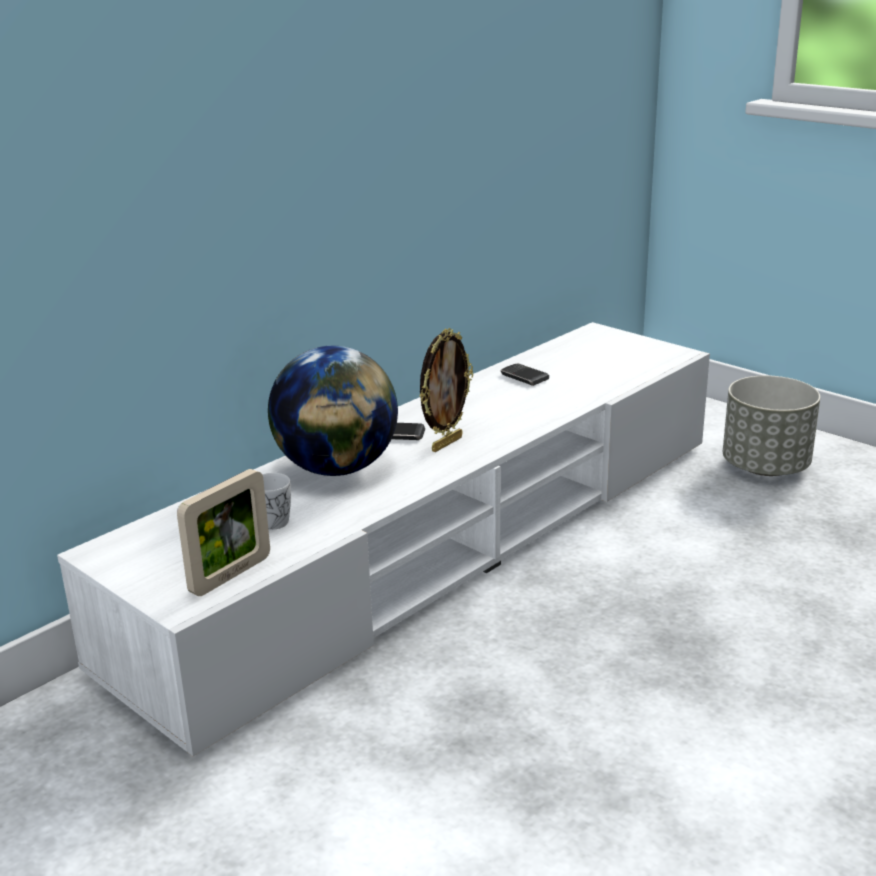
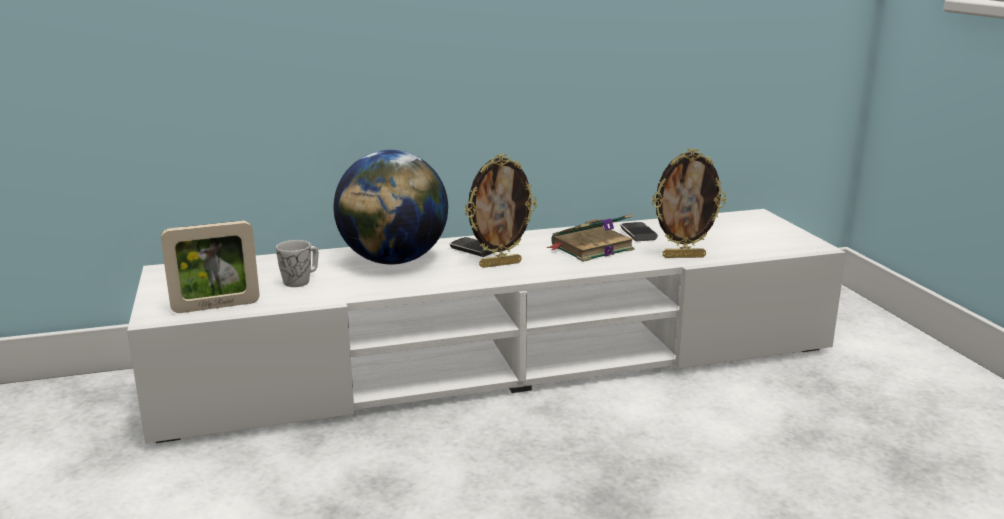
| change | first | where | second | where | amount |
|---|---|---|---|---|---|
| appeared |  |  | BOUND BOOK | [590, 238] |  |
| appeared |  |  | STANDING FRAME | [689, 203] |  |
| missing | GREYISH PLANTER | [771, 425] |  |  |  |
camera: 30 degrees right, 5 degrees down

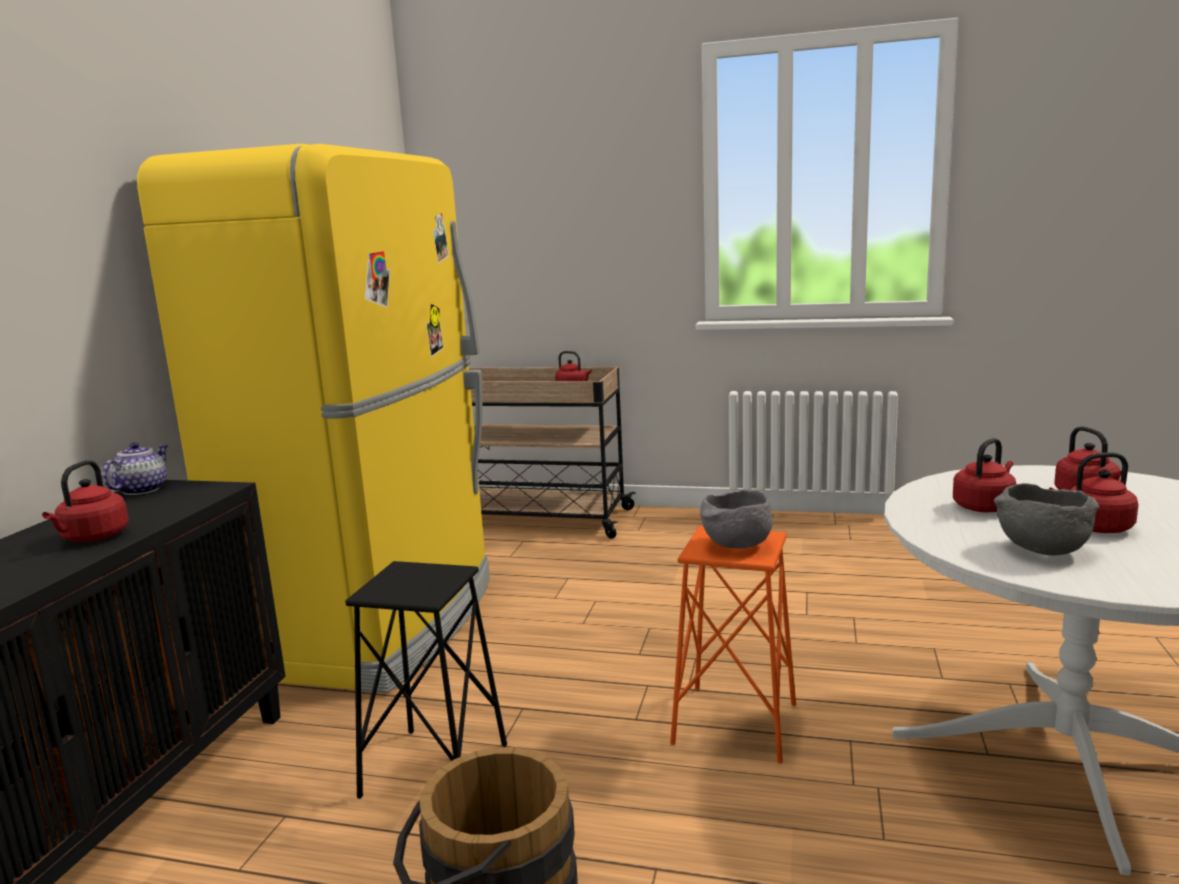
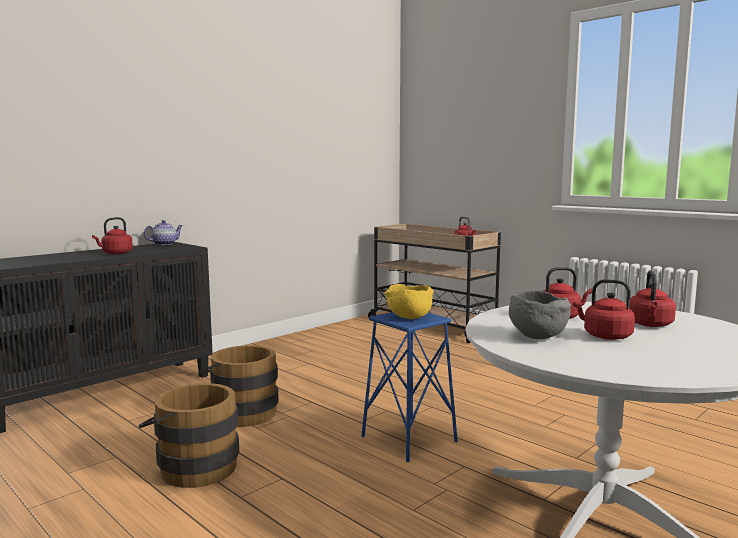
| change | first | where | second | where | amount |
|---|---|---|---|---|---|
| exchanged | BLACK STOOL SEAT | [426, 680] | BROWNISH WATER BUCKET | [238, 386] |  |
| colour | ORANGE STOOL SEAT | [733, 645] | BLUE-COLOURED STOOL SEAT | [409, 387] |  |
| colour | GREYISH SERVING BOWL | [736, 518] | YELLOWISH SERVING BOWL | [409, 301] |  |
| missing | YELLOWISH REFRIGERATOR | [313, 418] |  |  |  |
camera: 30 degrees right, 5 degrees down

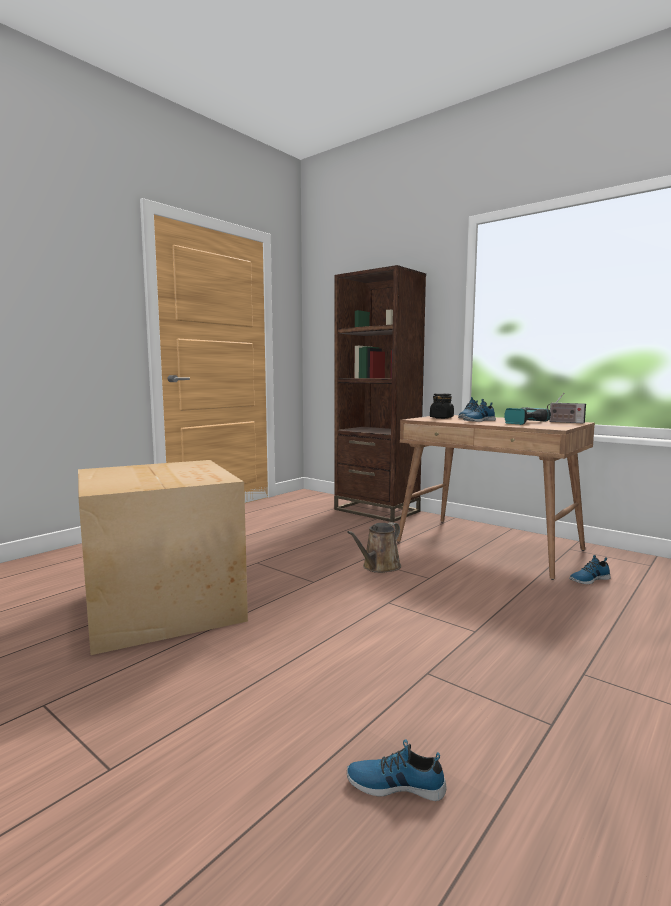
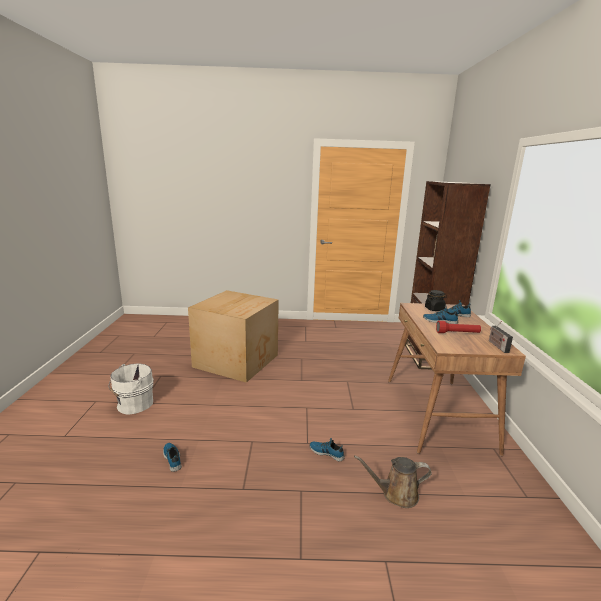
| change | first | where | second | where | amount |
|---|---|---|---|---|---|
| appeared |  |  | WHITE-COLOURED WATER BUCKET | [130, 389] |  |
| relocated | SHOE | [590, 569] |  | [327, 450] |  |
| relocated | BROWNISH WATERING POT | [374, 547] |  | [393, 481] |  |
| exchanged | DRILL | [527, 416] | RED-COLOURED TORCH | [458, 327] |  |
camera: 50 degrees right, 10 degrees up

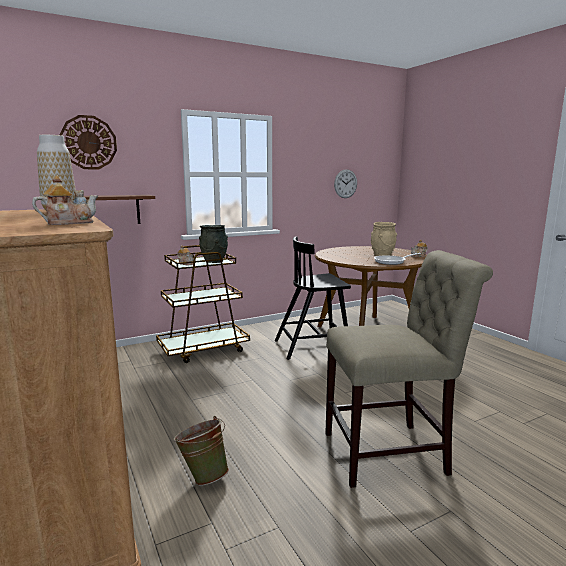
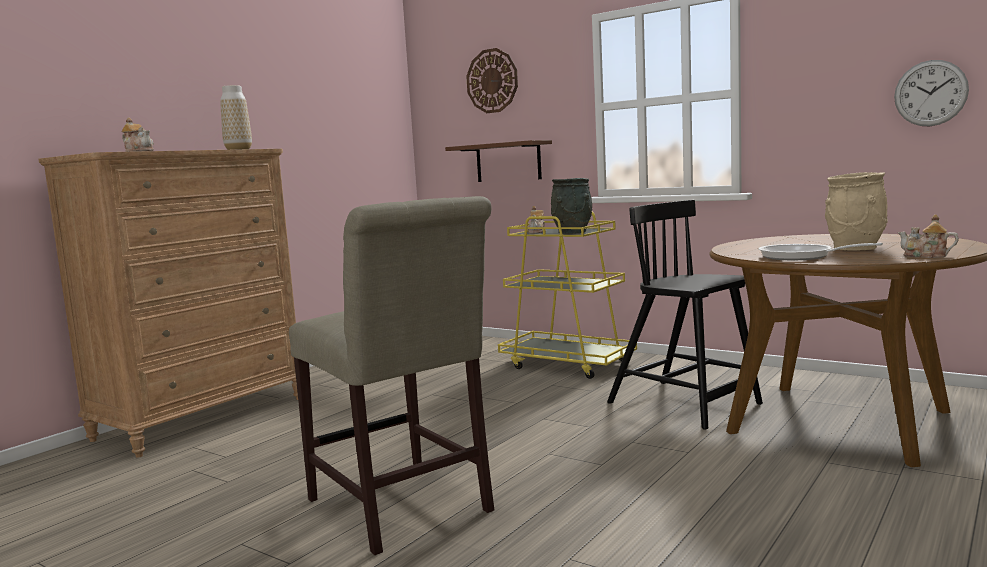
| change | first | where | second | where | amount |
|---|---|---|---|---|---|
| colour | BROWNISH TROLLEY | [203, 304] | YELLOWISH TROLLEY | [567, 295] |  |
| missing | GREENISH WATER BUCKET | [201, 451] |  |  |  |
camera: 65 degrees right, 5 degrees down

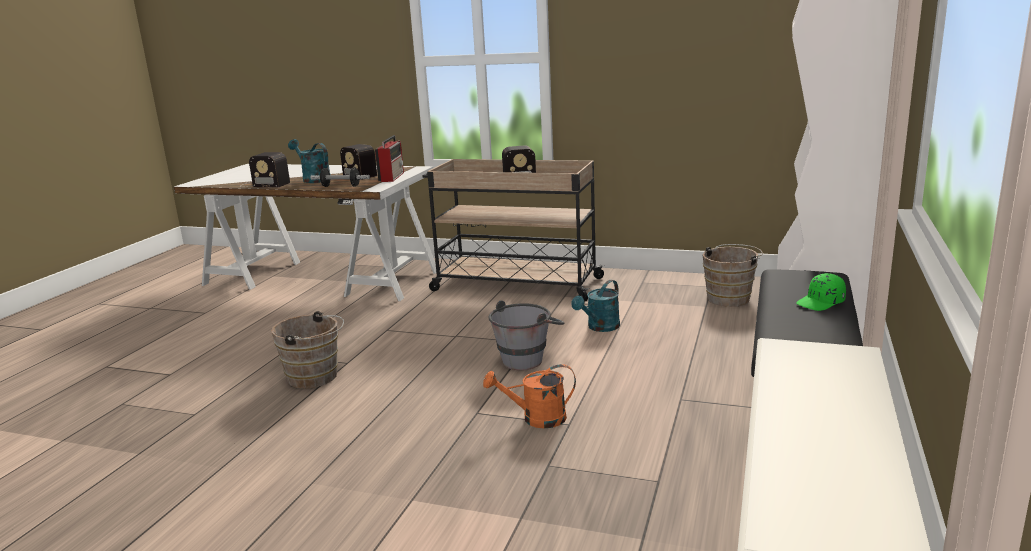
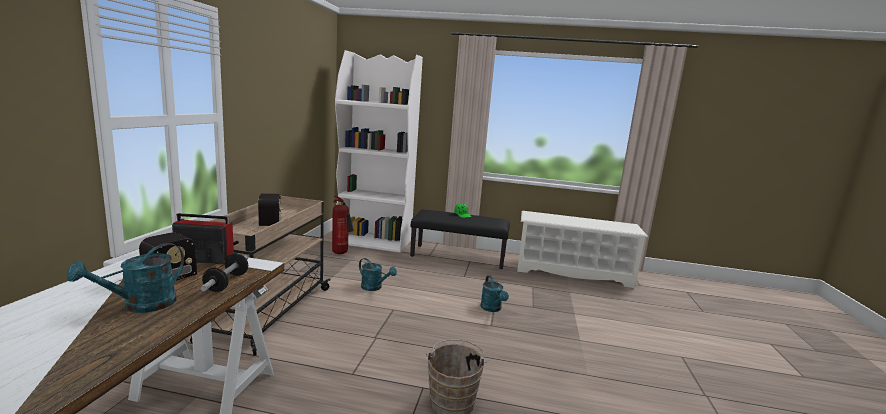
| change | first | where | second | where | amount |
|---|---|---|---|---|---|
| exchanged | BROWNISH WATER BUCKET | [732, 275] | FIRE-FIGHTING CYLINDER | [343, 225] |  |
| colour | ORANGE WATERING POT | [529, 396] | TURQUOISE WATERING POT | [494, 293] |  |
| missing | RADIO | [265, 170] |  |  |  |
| missing | GREYISH WATER BUCKET | [526, 335] |  |  |  |
camera: 100 degrees left, 5 degrees down

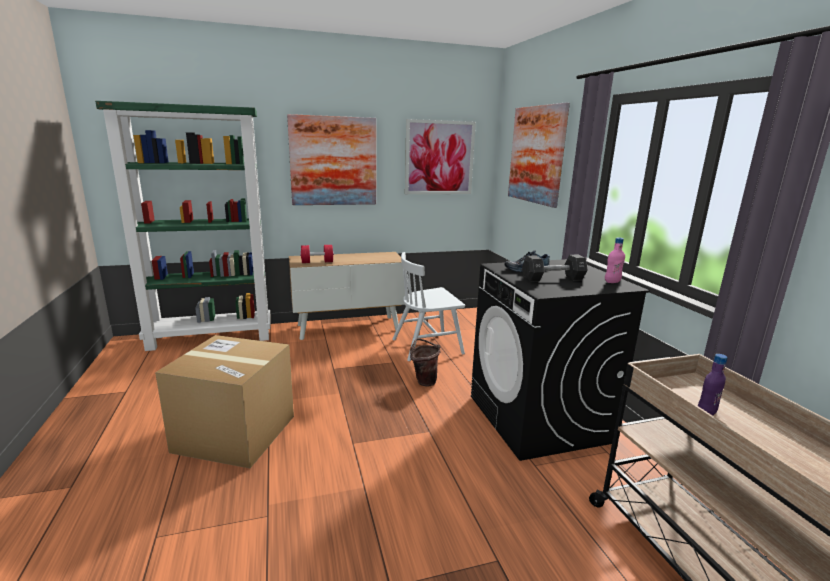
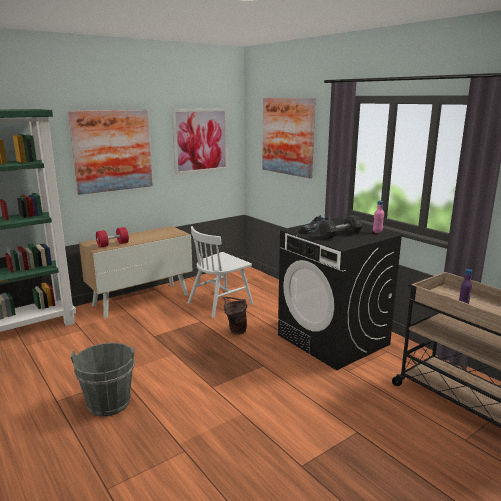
| change | first | where | second | where | amount |
|---|---|---|---|---|---|
| exchanged | CARTON | [224, 401] | GREYISH WATER BUCKET | [103, 380] |  |
camera: 20 degrees left, 0 degrees up

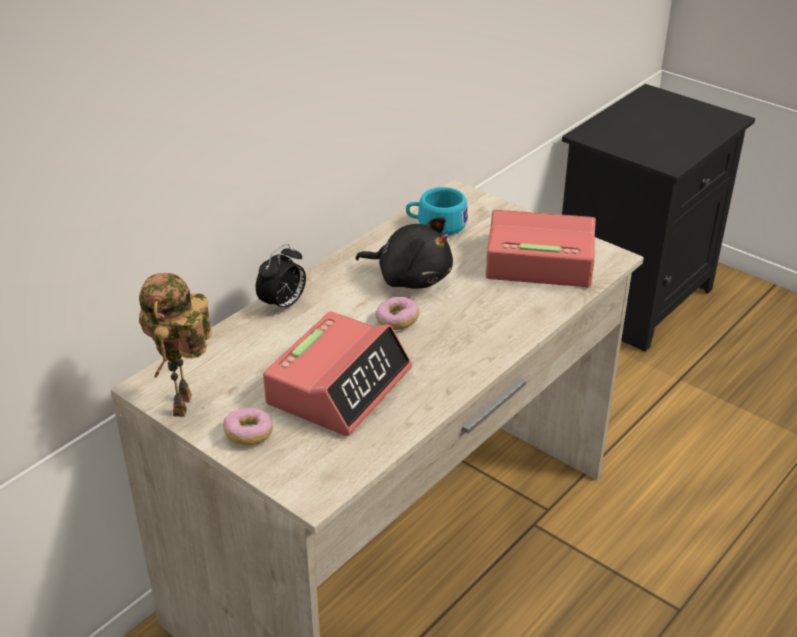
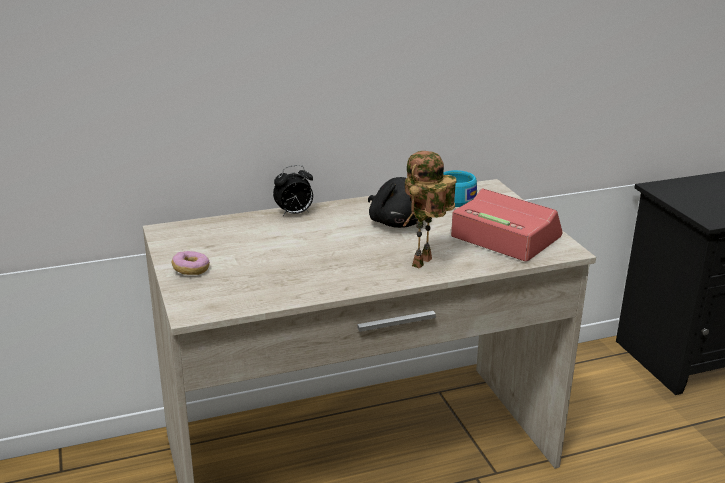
| change | first | where | second | where | amount |
|---|---|---|---|---|---|
| relocated | TOY ROBOT | [175, 345] |  | [430, 210] |  |
| missing | TABLE CLOCK | [337, 373] |  |  |  |
| missing | DOUGHNUT | [397, 313] |  |  |  |
camera: 30 degrees right, 10 degrees down

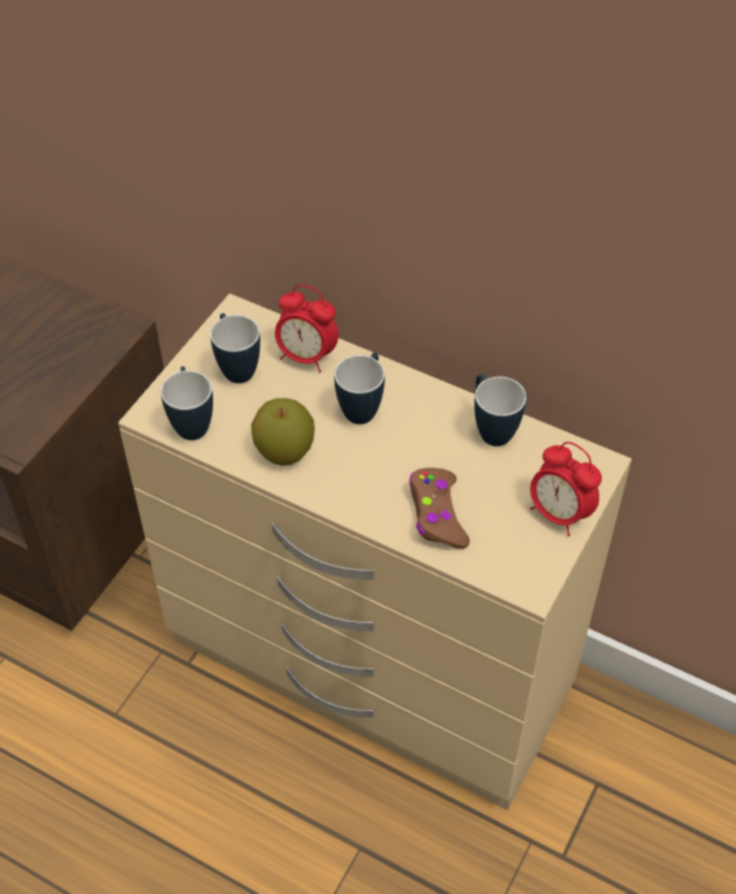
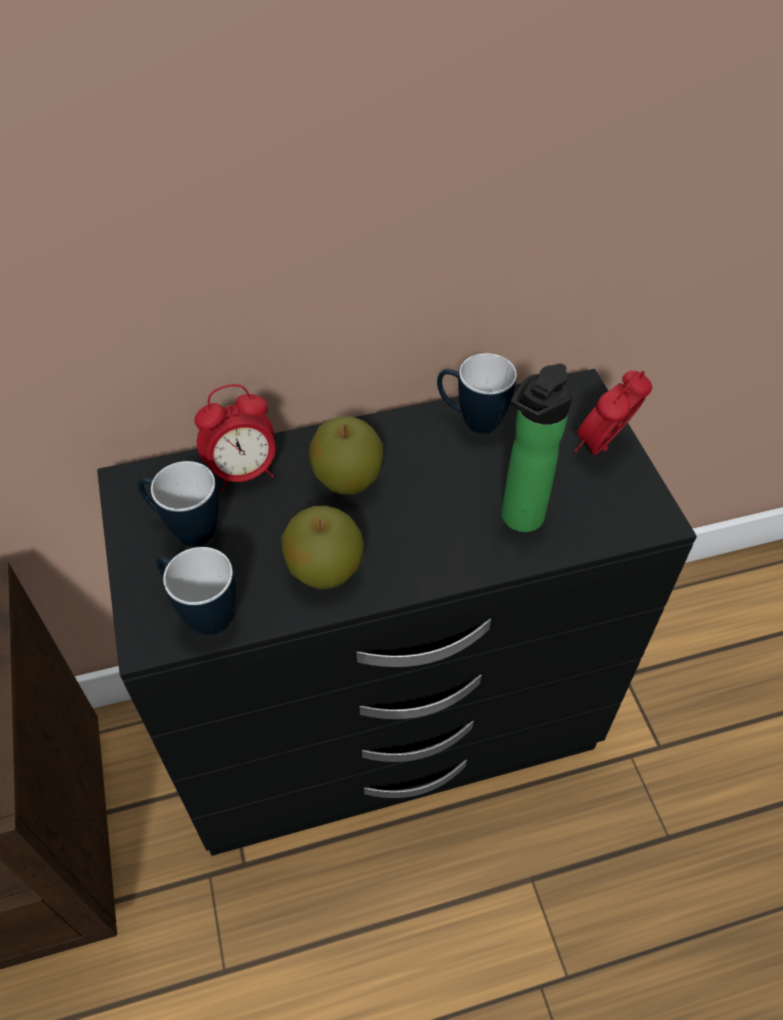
| change | first | where | second | where | amount |
|---|---|---|---|---|---|
| colour | SAND-COLOURED DRAWER CHEST | [375, 551] | BLACK DRAWER CHEST | [397, 612] |  |
| exchanged | MUG | [359, 388] | APPLE | [346, 455] |  |
| exchanged | BROWNISH JOYPAD | [439, 508] | DRINK BOTTLE | [537, 448] |  |
| spun | TABLE CLOCK | [566, 489] |  | [613, 413] | 135 degrees clockwise |
camera: 45 degrees left, 0 degrees up

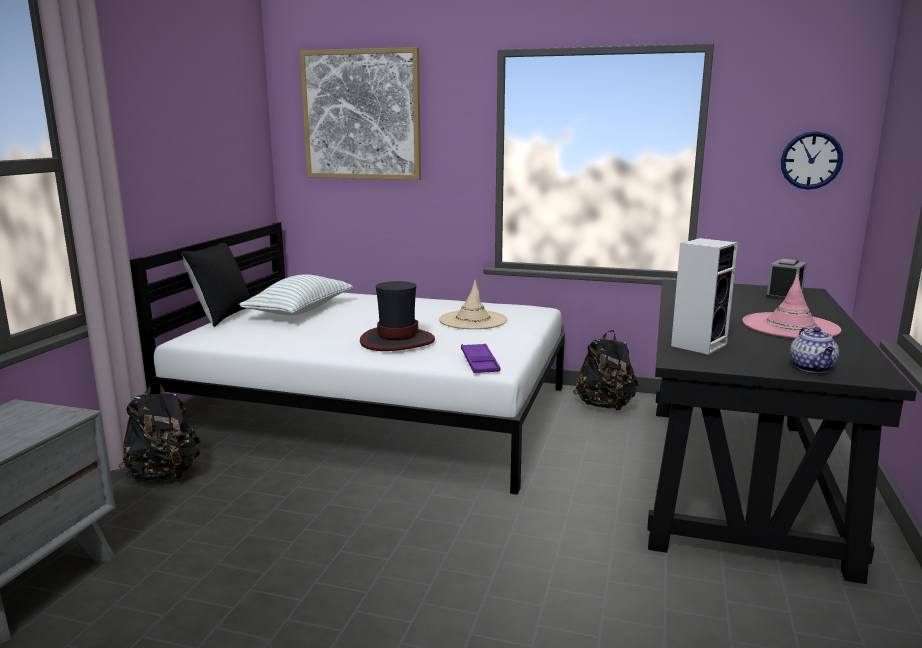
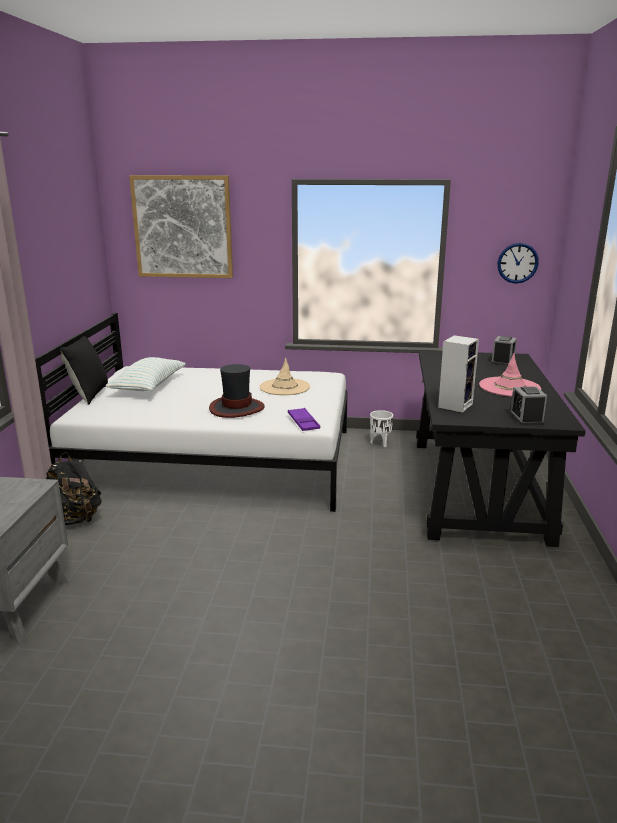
| change | first | where | second | where | amount |
|---|---|---|---|---|---|
| exchanged | BLACK KNAPSACK | [606, 370] | WHITE-COLOURED PLANTER | [381, 428] |  |
| exchanged | POT FOR TEA | [814, 350] | TABLE CLOCK | [528, 406] |  |
camera: 10 degrees left, 5 degrees up

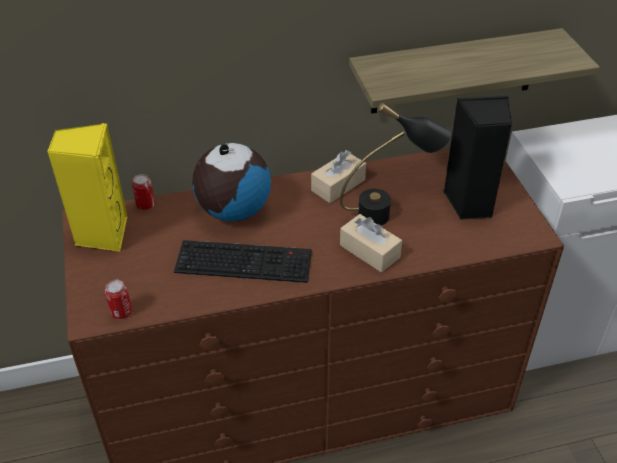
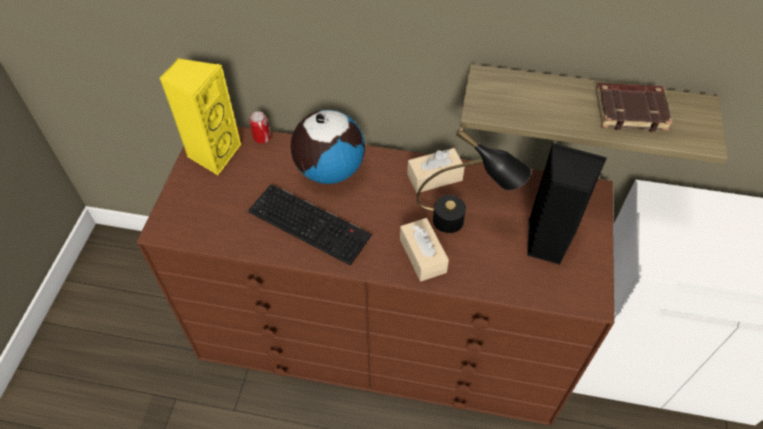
| change | first | where | second | where | amount |
|---|---|---|---|---|---|
| appeared |  |  | BROWNISH BOUND BOOK | [634, 107] |  |
| missing | METAL CAN | [118, 299] |  |  |  |
camera: 25 degrees right, 10 degrees up

